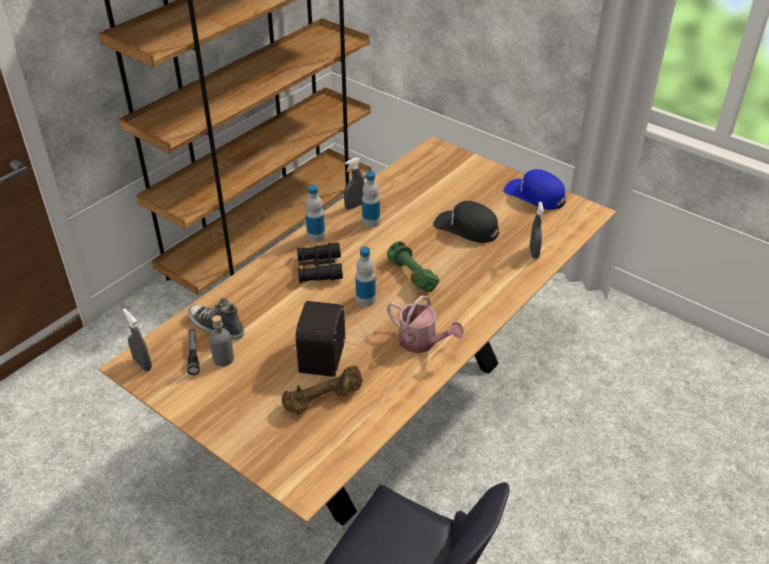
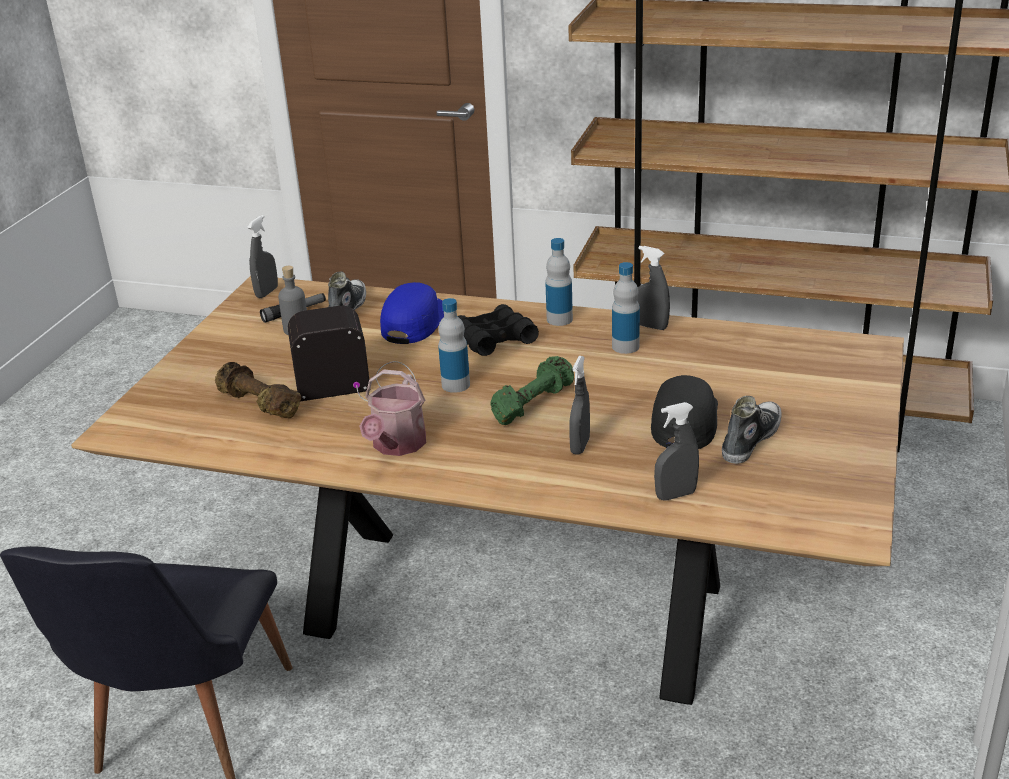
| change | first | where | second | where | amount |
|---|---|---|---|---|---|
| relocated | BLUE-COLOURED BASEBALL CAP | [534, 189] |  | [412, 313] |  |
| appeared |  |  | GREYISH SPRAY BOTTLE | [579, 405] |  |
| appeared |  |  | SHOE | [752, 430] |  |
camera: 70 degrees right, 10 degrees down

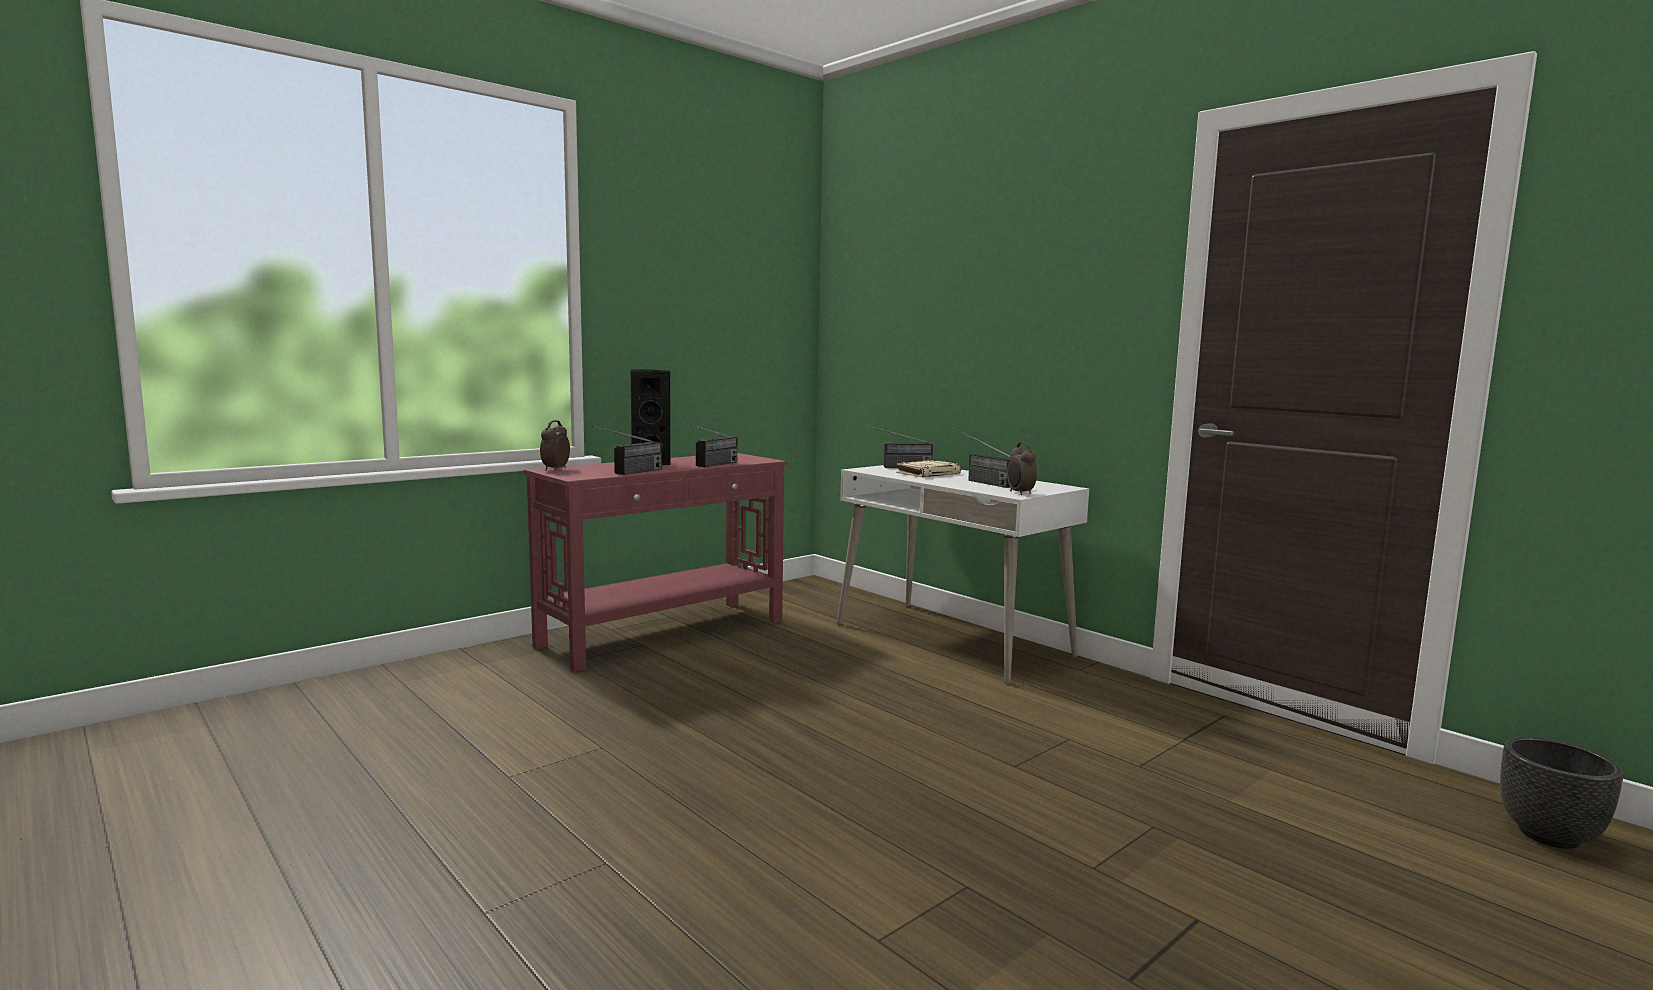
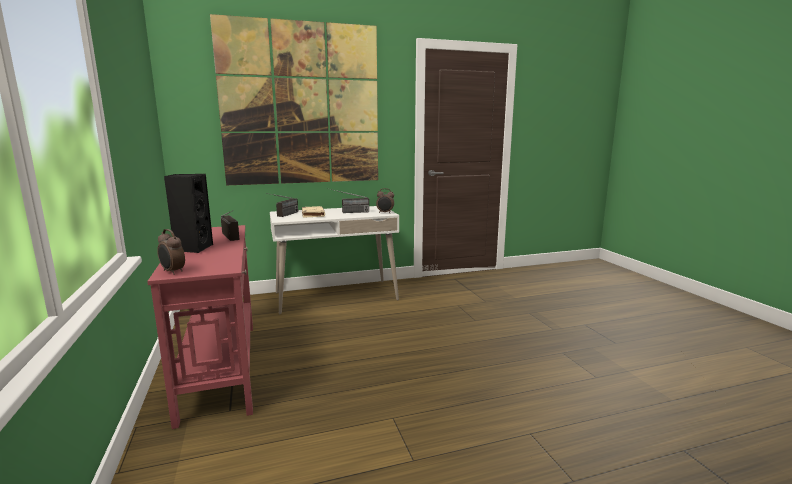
| change | first | where | second | where | amount |
|---|---|---|---|---|---|
| appeared |  |  | WALL PICTURE | [294, 99] |  |
| missing | RADIO | [627, 450] |  |  |  |
| missing | BLACK PLANTER | [1561, 793] |  |  |  |
camera: 65 degrees left, 5 degrees up

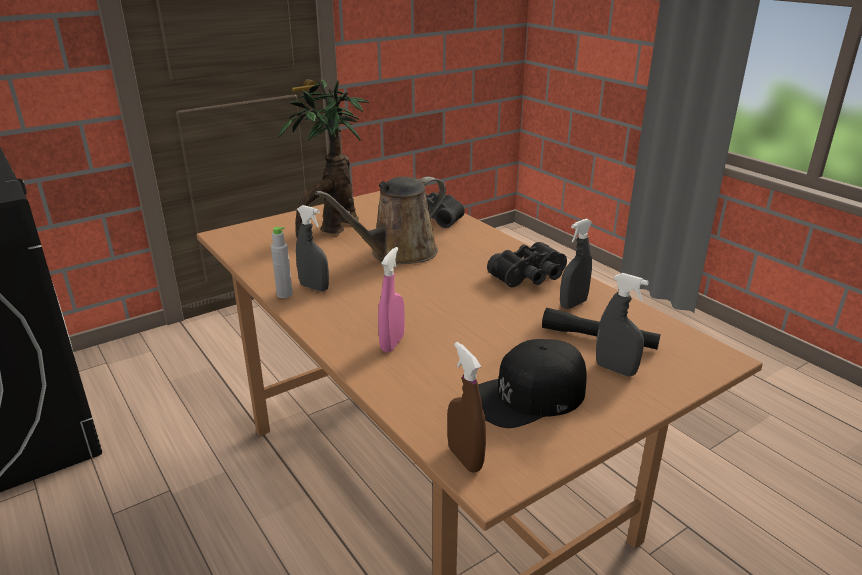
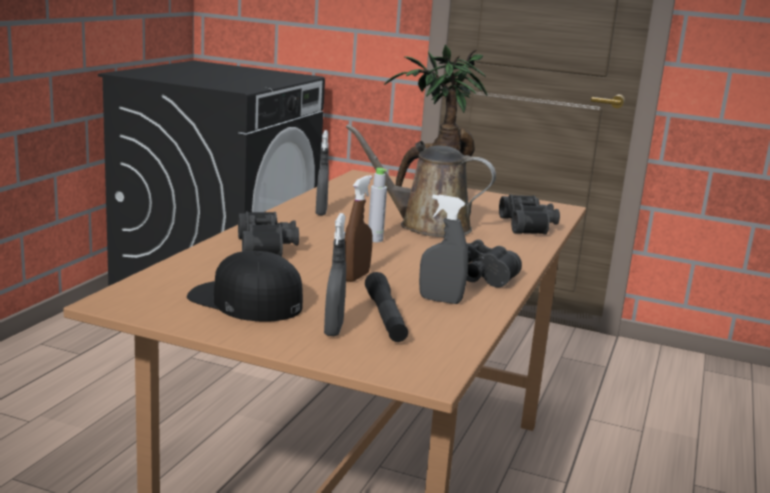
| change | first | where | second | where | amount |
|---|---|---|---|---|---|
| exchanged | PINKISH SPRAY BOTTLE | [391, 299] | BLACK FIELD GLASSES | [268, 234] |  |
| relocated | BROWNISH SPRAY BOTTLE | [466, 407] |  | [359, 228] |  |
| relocated | GREYISH DRINK BOTTLE | [282, 262] |  | [377, 205] |  |
camera: 55 degrees right, 10 degrees down

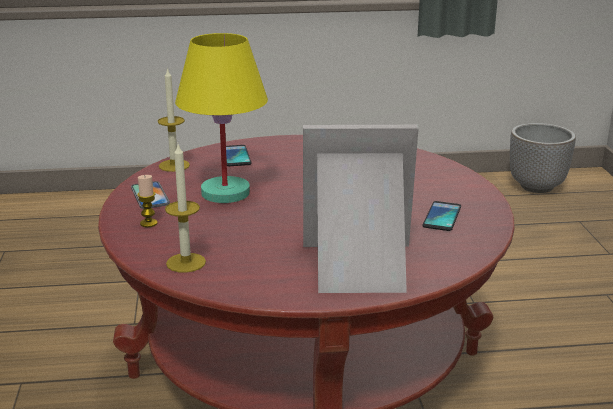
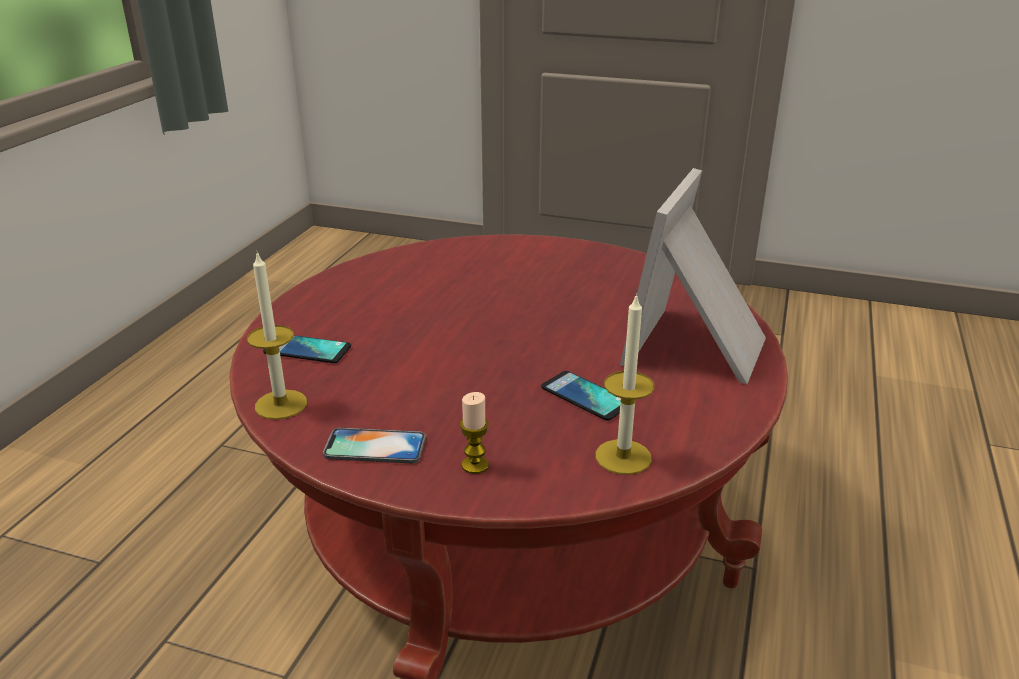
| change | first | where | second | where | amount |
|---|---|---|---|---|---|
| relocated | HANDSET | [442, 216] |  | [581, 396] |  |
| missing | YELLOWISH TABLETOP LAMP | [221, 118] |  |  |  |
| missing | PLANTER | [543, 158] |  |  |  |
camera: 65 degrees left, 5 degrees up

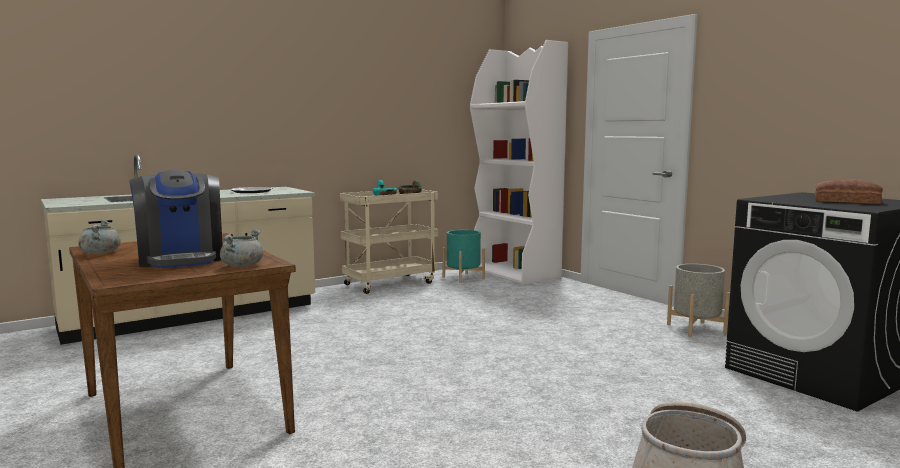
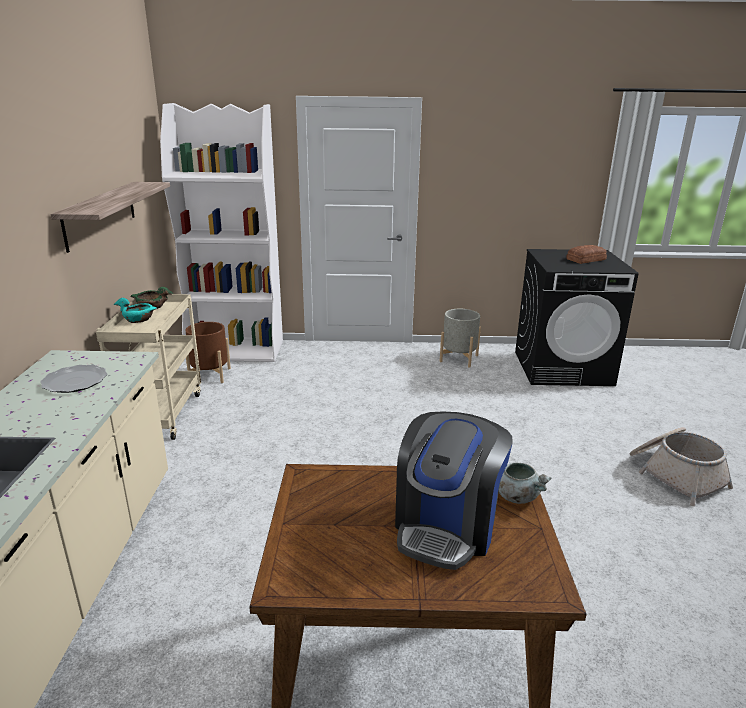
| change | first | where | second | where | amount |
|---|---|---|---|---|---|
| appeared |  |  | WALL SHELF | [110, 217] |  |
| colour | TURQUOISE PLANTER | [463, 256] | BROWNISH PLANTER | [208, 352] |  |
| spun | COFFEE BREWER | [176, 219] |  | [454, 490] | 105 degrees clockwise |
| missing | GREYISH COOKING POT | [100, 237] |  |  |  |
camera: 55 degrees left, 15 degrees up

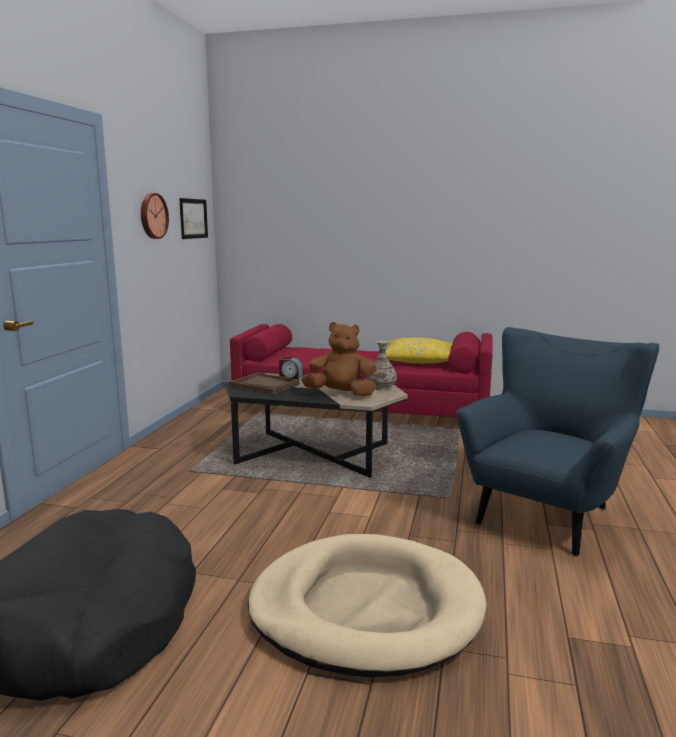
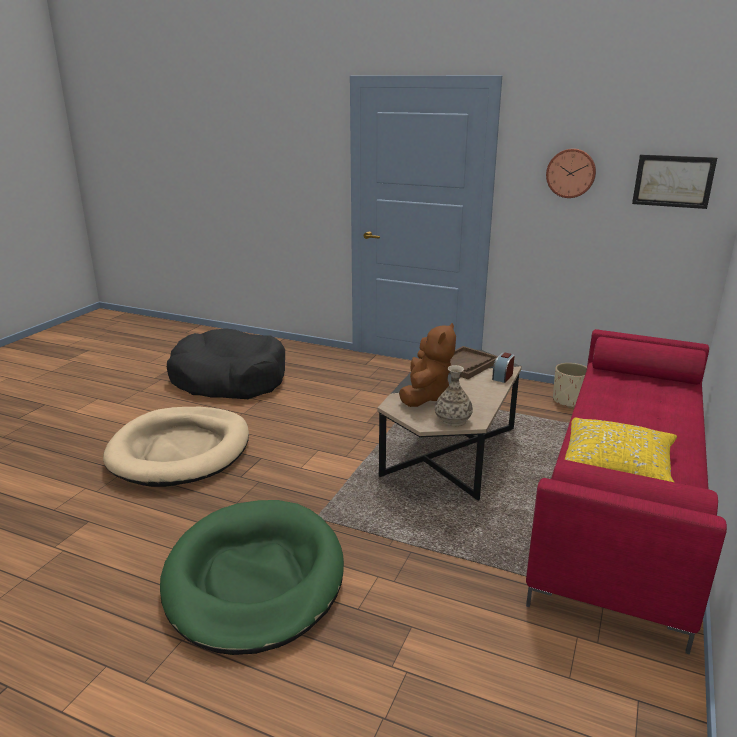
| change | first | where | second | where | amount |
|---|---|---|---|---|---|
| exchanged | BLUE-COLOURED LOUNGE CHAIR | [557, 442] | GREENISH DOG BED | [252, 577] |  |
| appeared |  |  | SAND-COLOURED PLANTER | [570, 385] |  |
camera: 100 degrees right, 10 degrees up

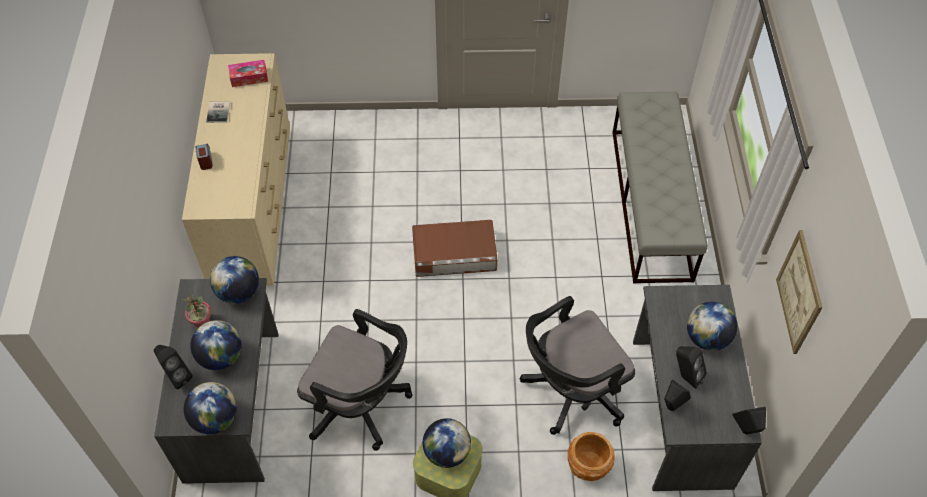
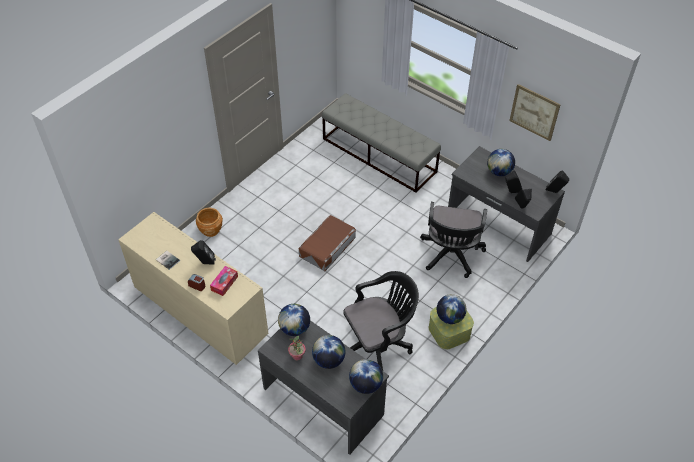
| change | first | where | second | where | amount |
|---|---|---|---|---|---|
| relocated | BLACK LOUDSPEAKER | [173, 367] |  | [203, 252] |  |
| relocated | BROWNISH PLANTER | [591, 456] |  | [209, 222] |  |
| relocated | TISSUE HOLDER | [248, 73] |  | [224, 281] |  |
camera: 50 degrees left, 5 degrees down

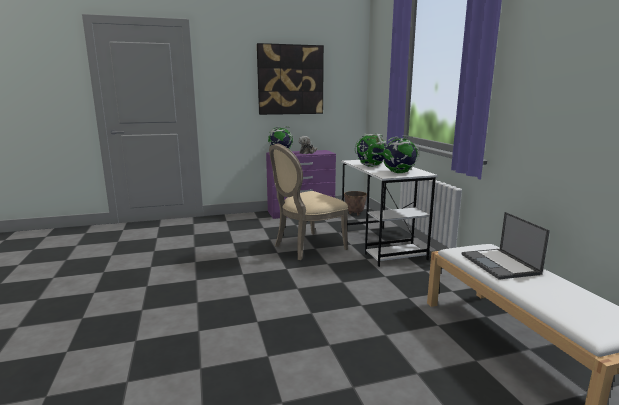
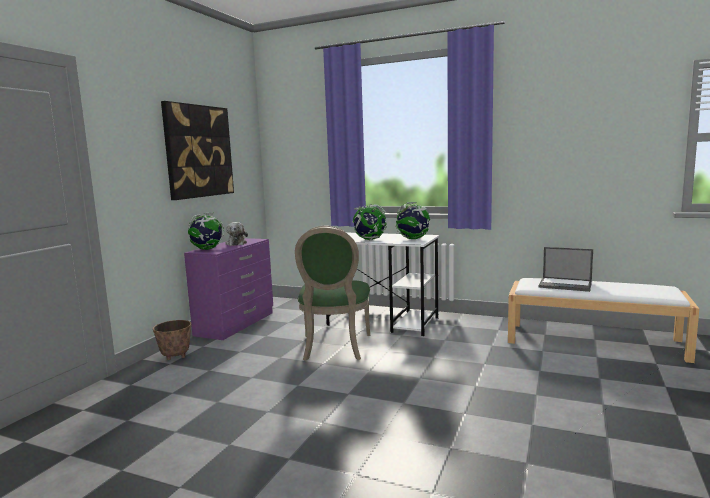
| change | first | where | second | where | amount |
|---|---|---|---|---|---|
| relocated | PLANTER | [355, 203] |  | [172, 340] |  |
| colour | SAND-COLOURED UPRIGHT CHAIR | [308, 201] | GREENISH UPRIGHT CHAIR | [332, 293] |  |
camera: 50 degrees left, 5 degrees down

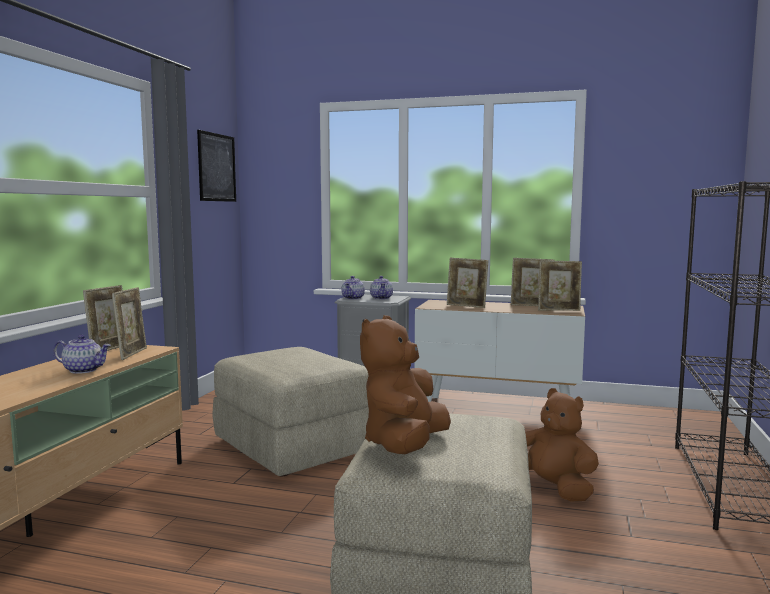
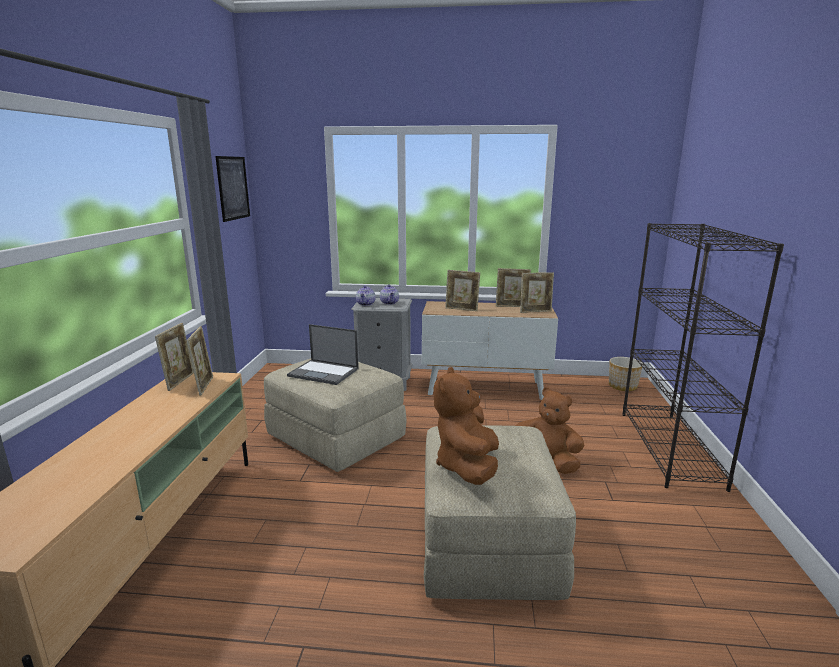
| change | first | where | second | where | amount |
|---|---|---|---|---|---|
| appeared |  |  | LAPTOP | [323, 354] |  |
| appeared |  |  | PLANTER | [626, 374] |  |
| missing | POT FOR TEA | [82, 354] |  |  |  |
camera: 10 degrees left, 10 degrees up

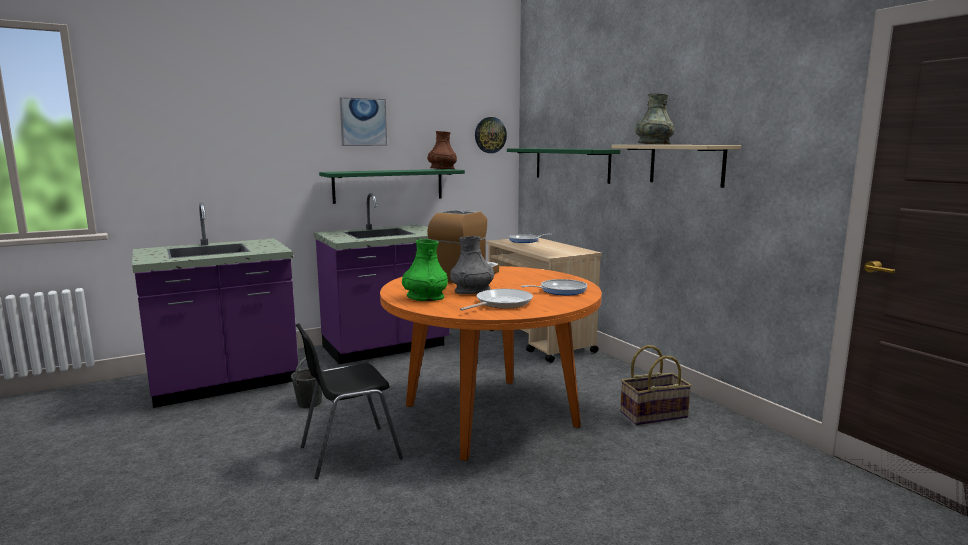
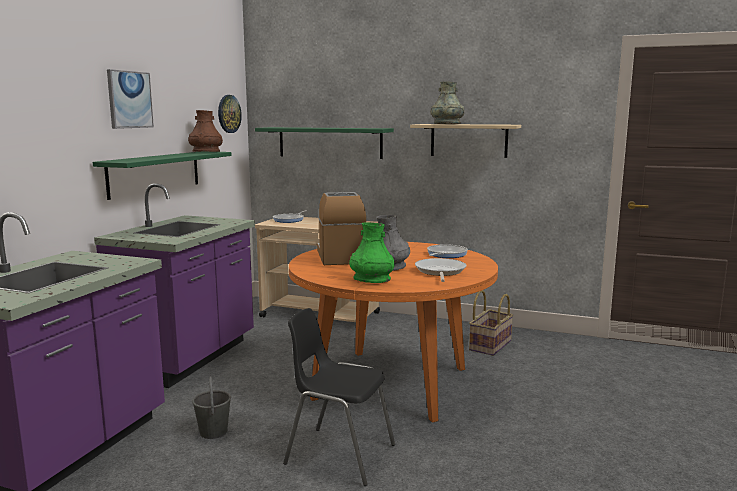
| change | first | where | second | where | amount |
|---|---|---|---|---|---|
| spun | BLACK UPRIGHT CHAIR | [349, 401] |  | [339, 397] | 90 degrees clockwise |
camera: 40 degrees left, 0 degrees up

